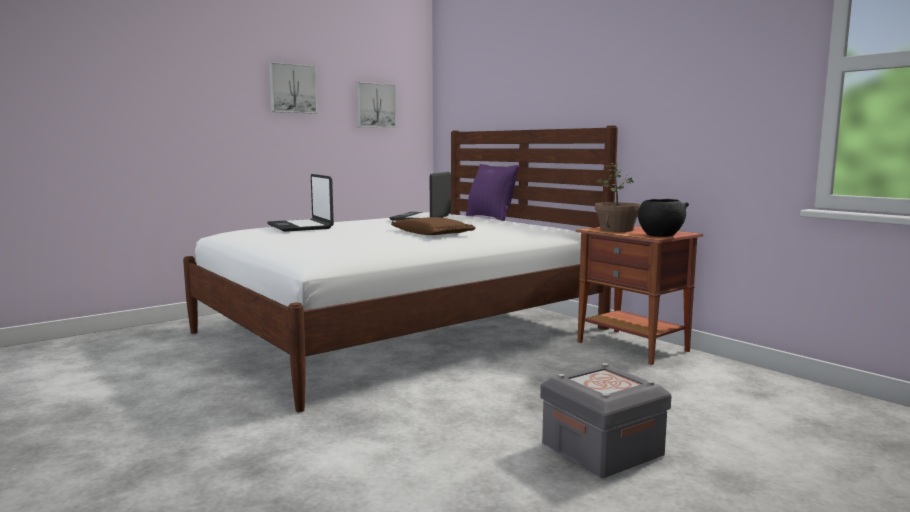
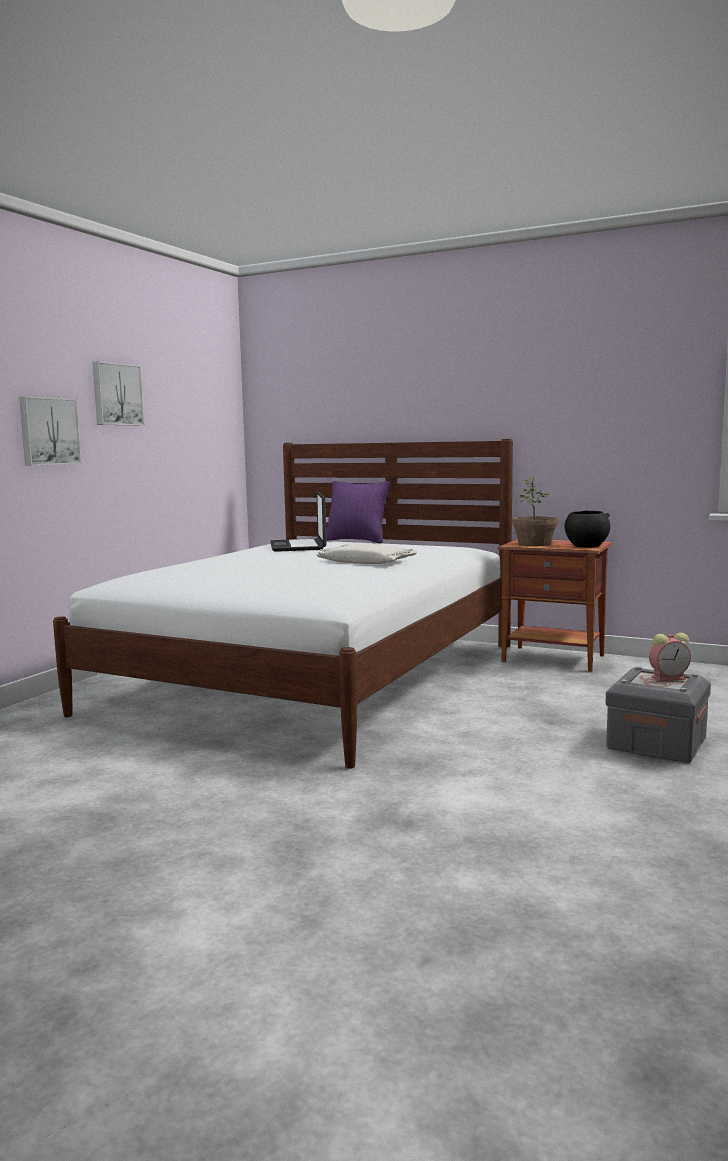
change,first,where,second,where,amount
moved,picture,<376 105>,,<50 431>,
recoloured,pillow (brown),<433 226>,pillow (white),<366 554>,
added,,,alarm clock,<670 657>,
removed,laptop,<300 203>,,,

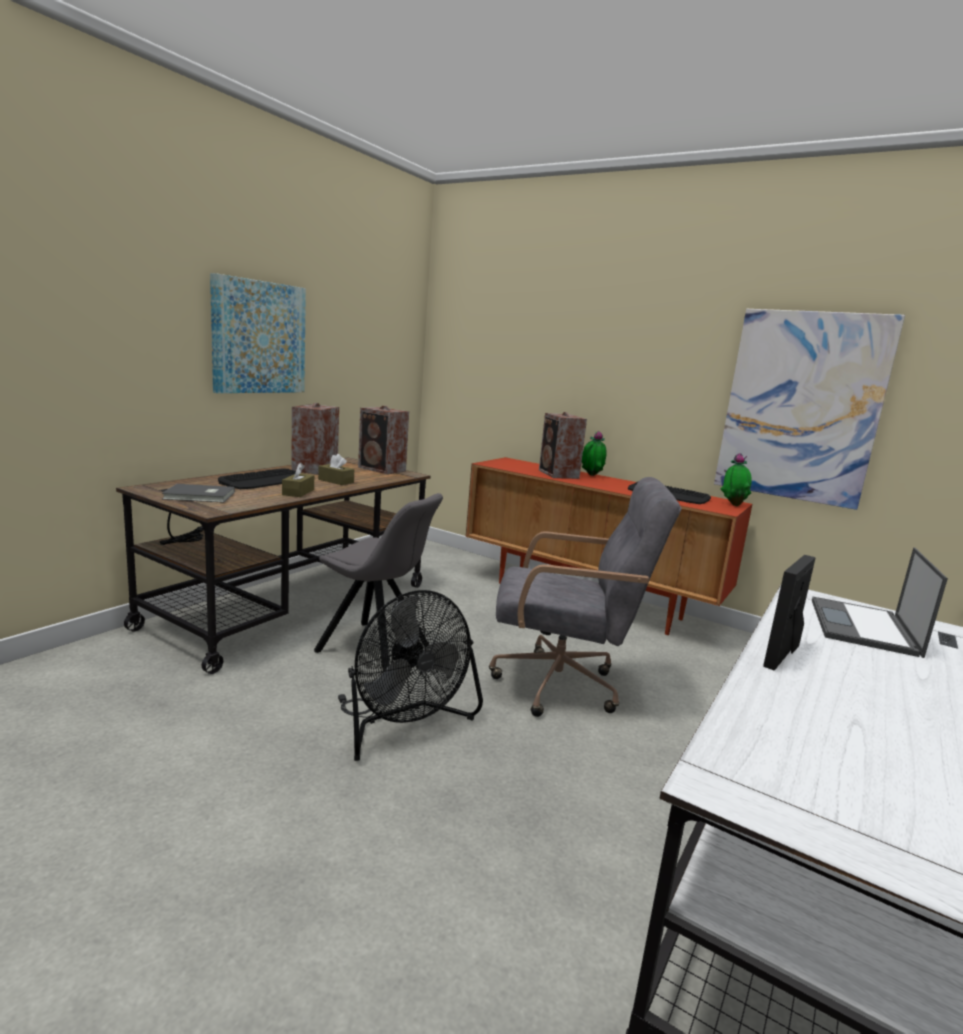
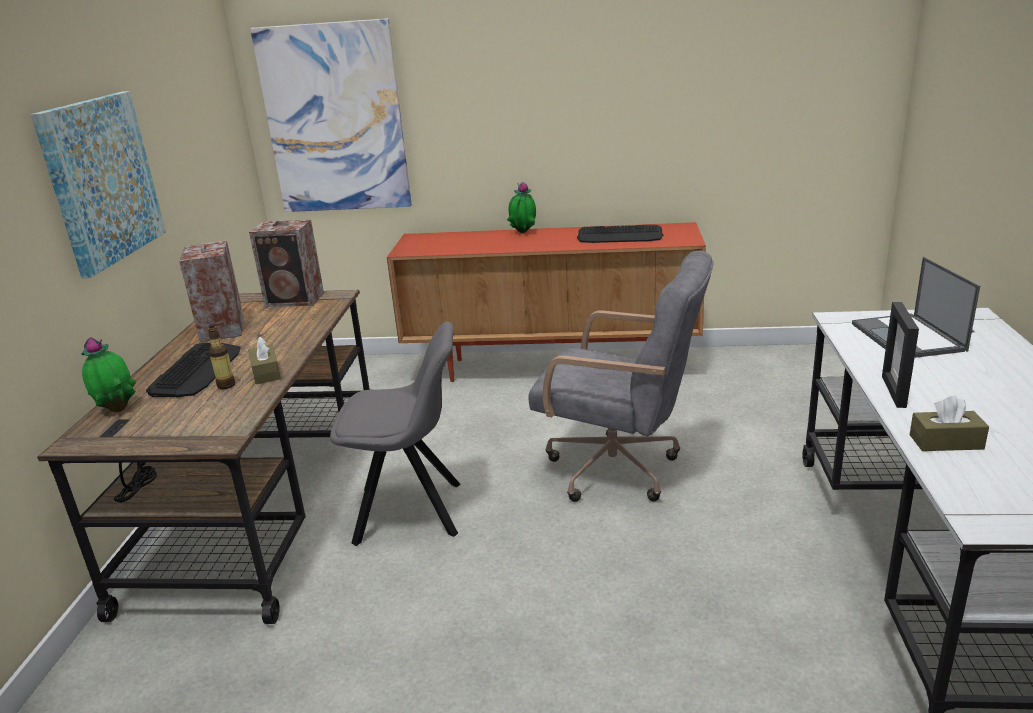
change,first,where,second,where,amount
moved,potted plant,<736 479>,,<109 374>,
added,,,bottle,<221 357>,
moved,picture,<809 409>,,<331 115>,
turned,office chair (grey),<585 597>,,<621 376>,45 degrees clockwise
moved,tissue box (brown),<336 469>,,<949 423>,
removed,book (grey),<198 493>,,,
removed,fan (black),<410 675>,,,
removed,speaker,<563 445>,,,

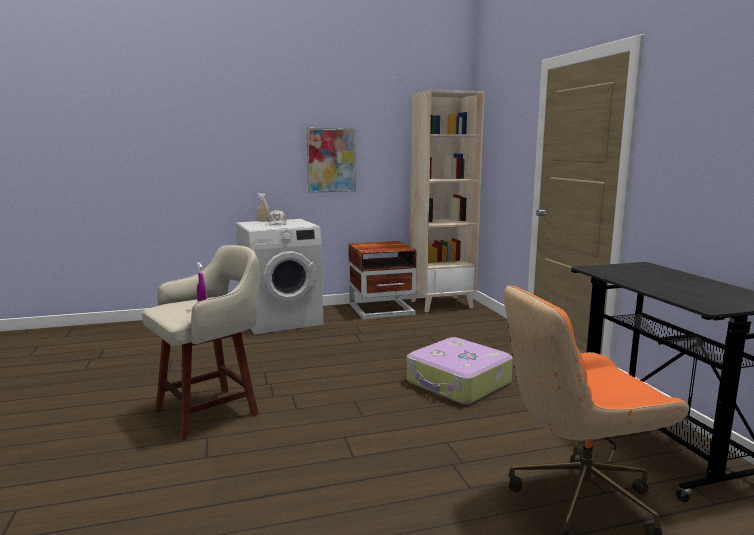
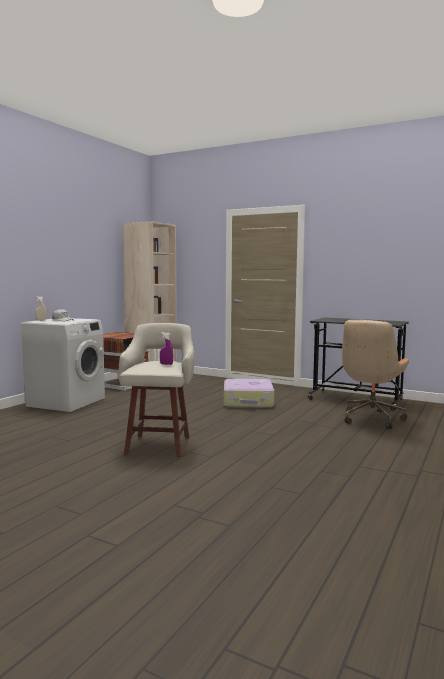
change,first,where,second,where,amount
removed,picture,<331 160>,,,

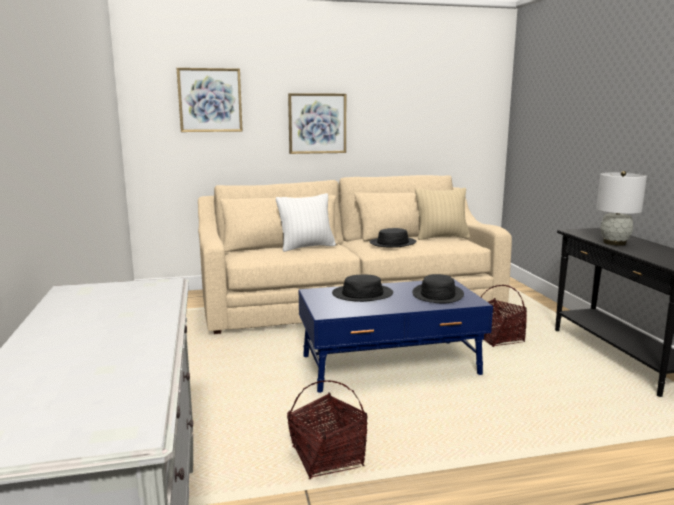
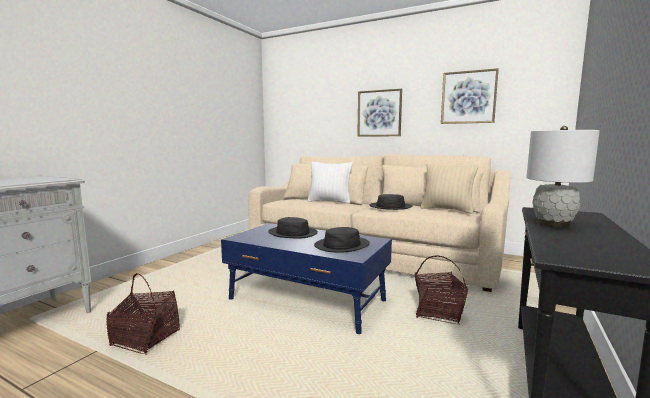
change,first,where,second,where,amount
moved,picture,<210 100>,,<470 96>,

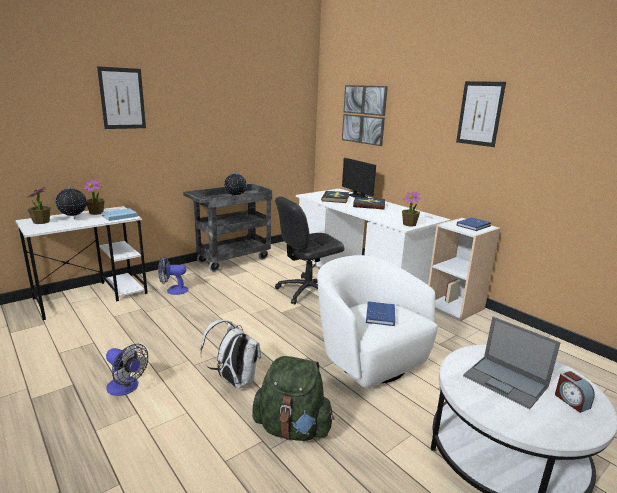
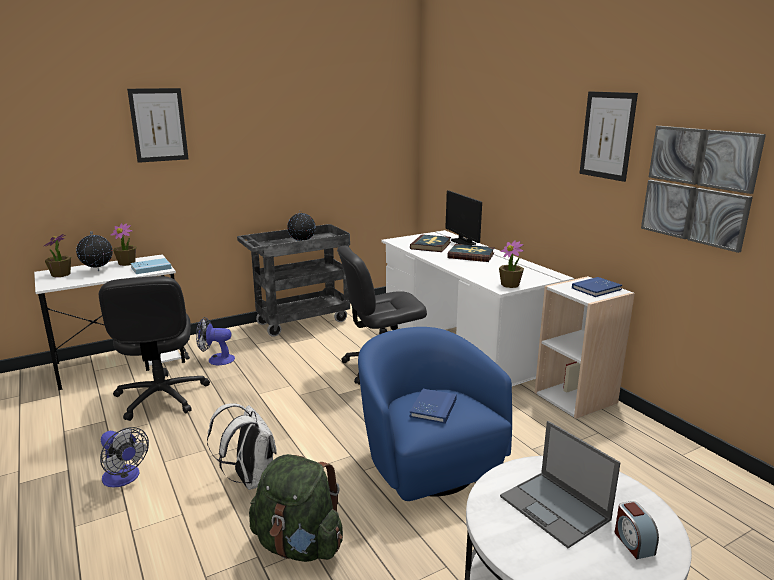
change,first,where,second,where,amount
added,,,office chair (black),<154 348>,
recoloured,armchair (white),<377 321>,armchair (blue),<435 414>,
moved,picture,<365 115>,,<703 189>,

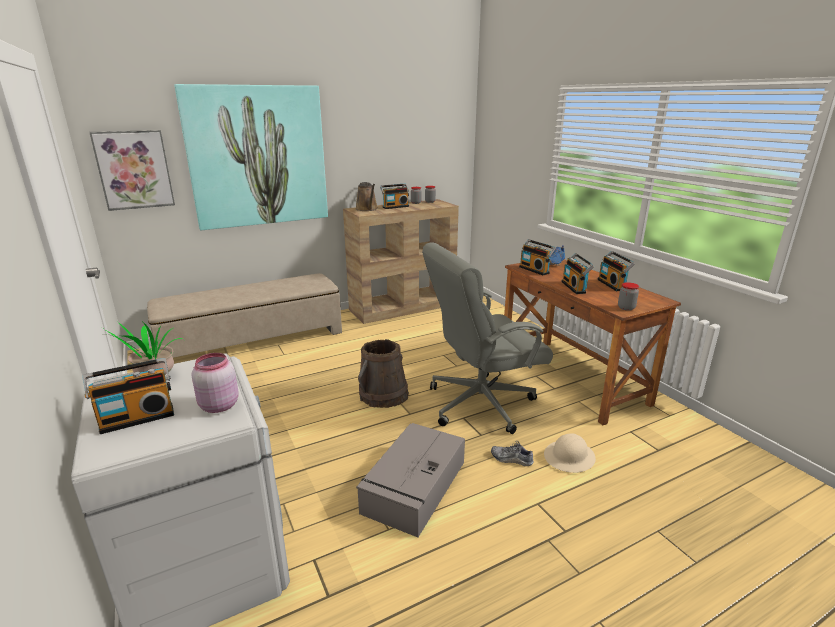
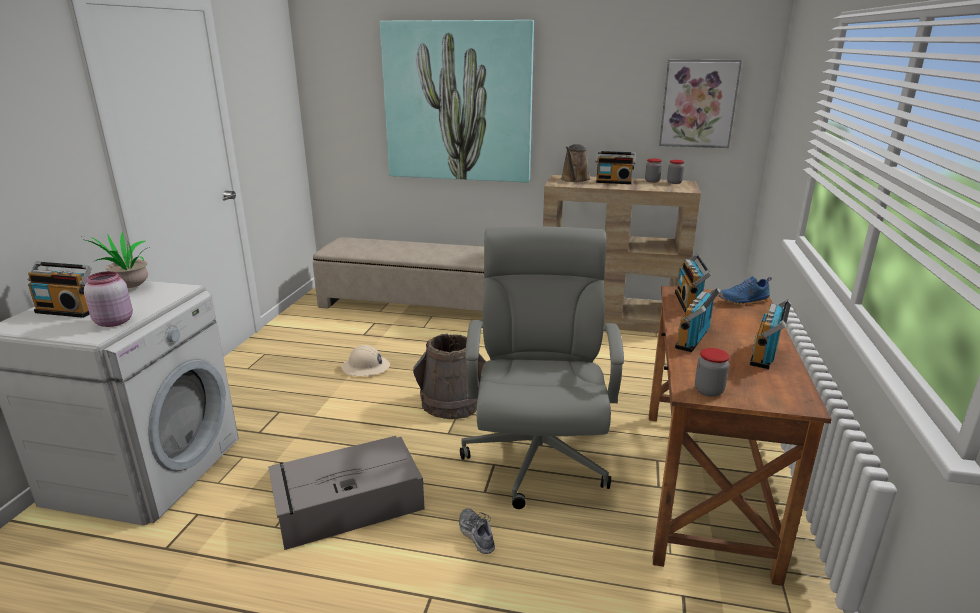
change,first,where,second,where,amount
moved,hard hat (beige),<570 453>,,<365 360>,
turned,office chair (grey),<487 338>,,<542 367>,75 degrees clockwise
moved,picture,<132 170>,,<700 103>,

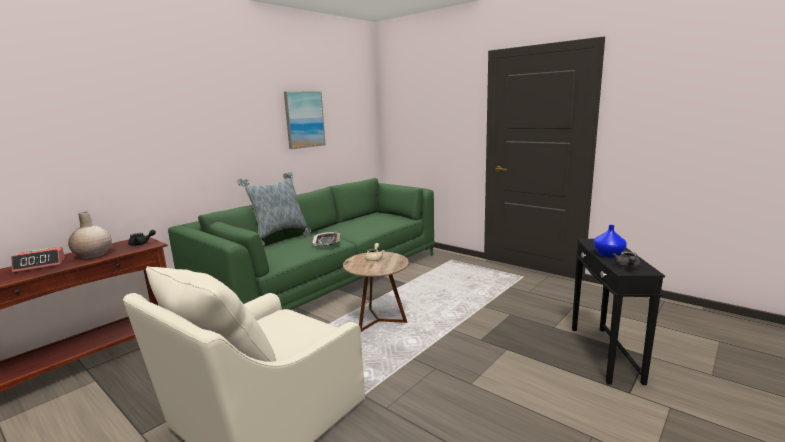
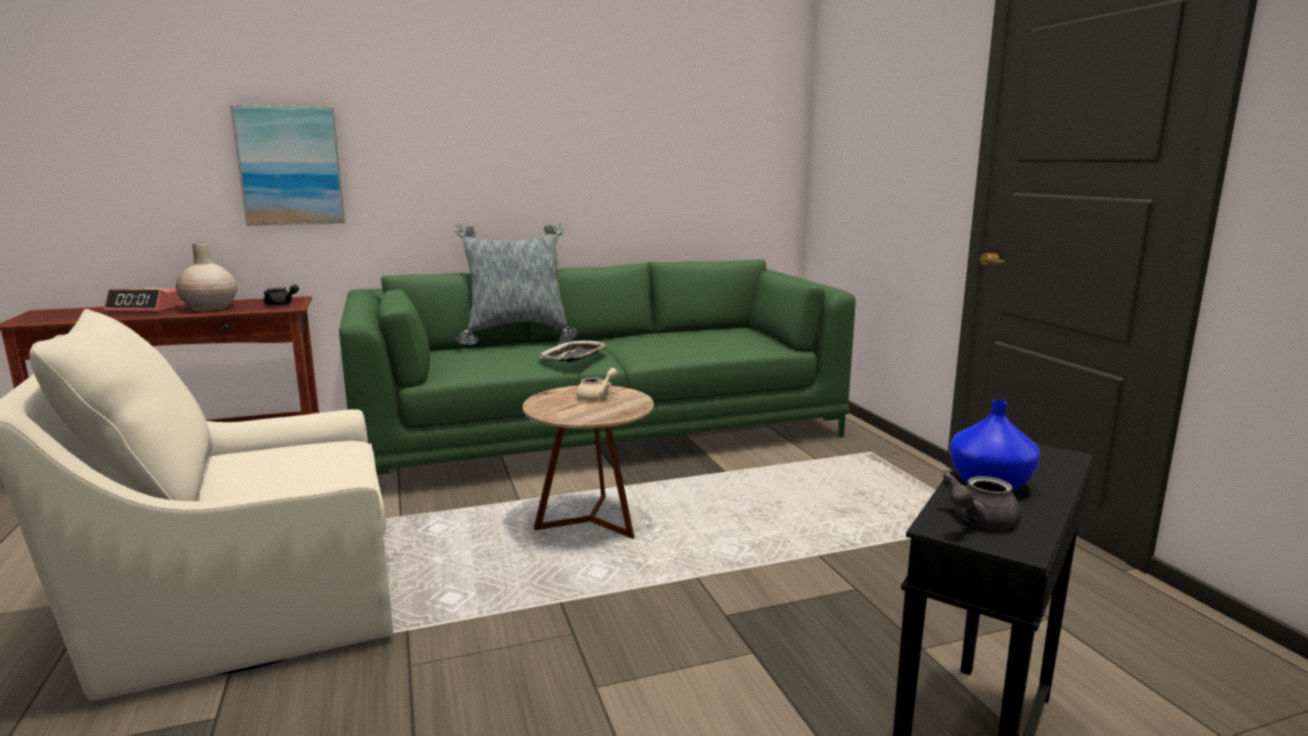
change,first,where,second,where,amount
moved,picture,<305 120>,,<287 165>,

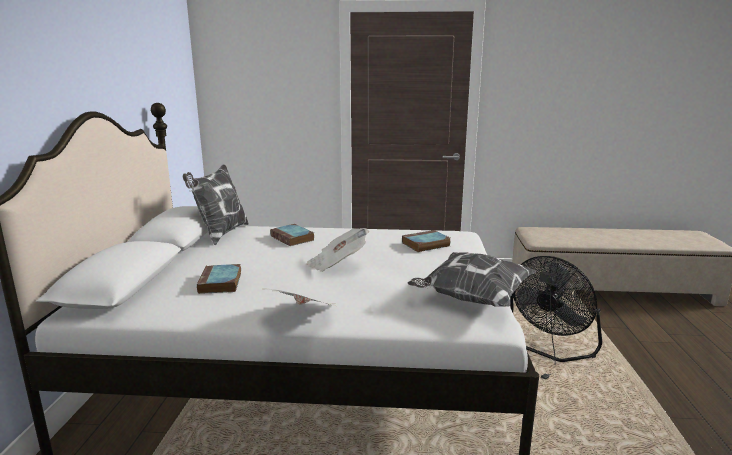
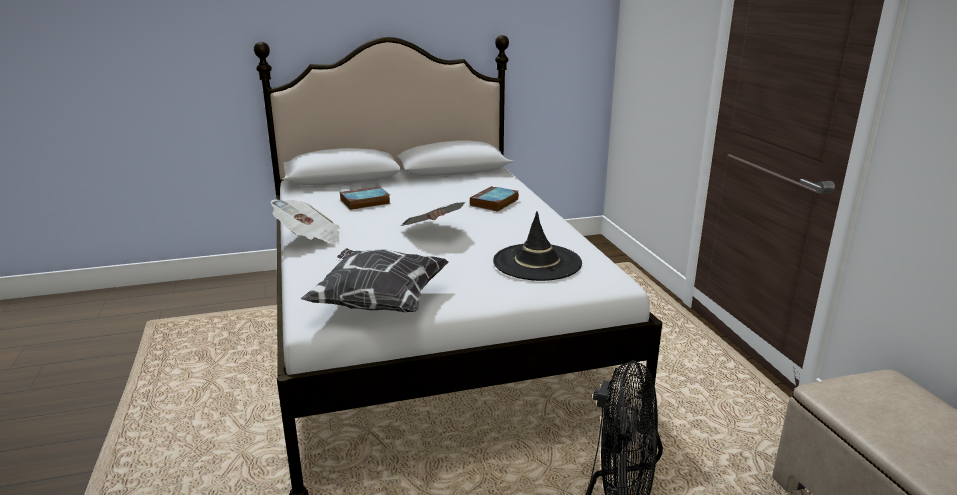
change,first,where,second,where,amount
replaced,book,<426 241>,hat (black),<537 246>,
removed,pillow,<215 204>,,,

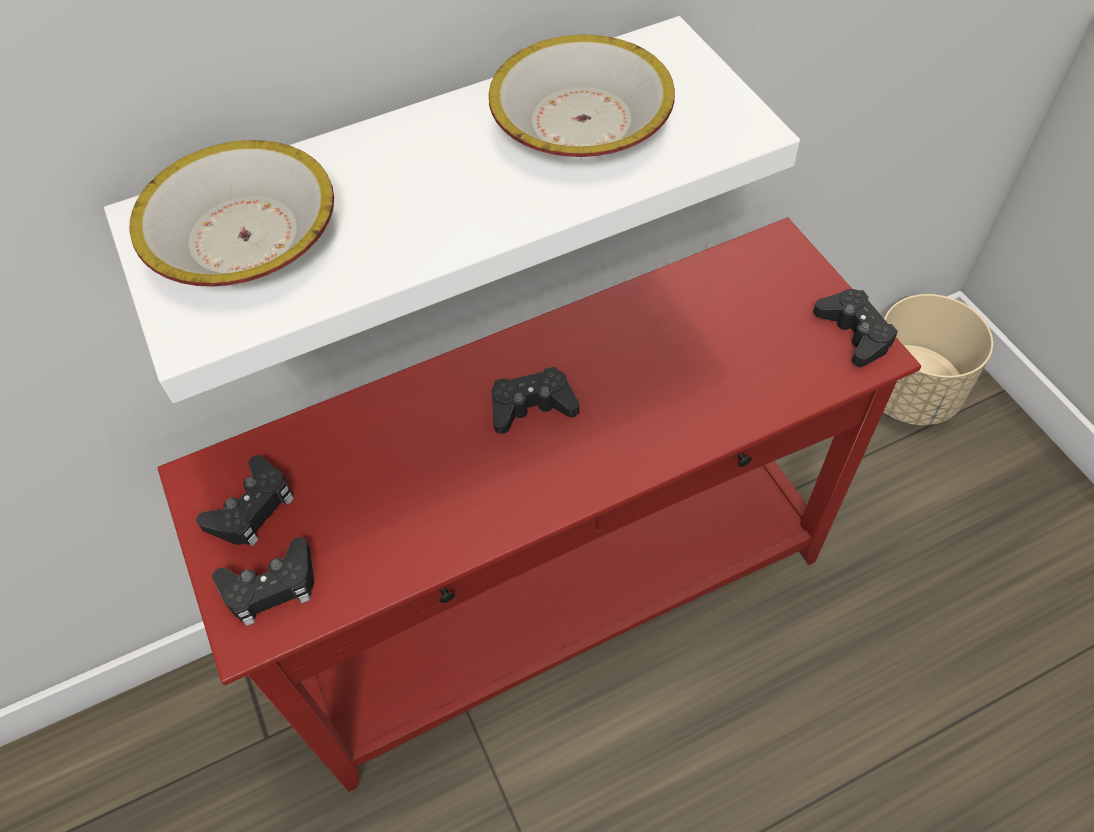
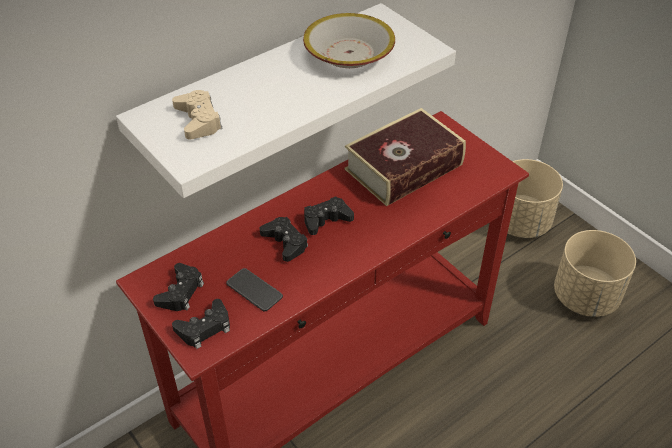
change,first,where,second,where,amount
replaced,bowl,<232 213>,game controller (beige),<197 114>,
added,,,phone,<254 289>,
moved,game controller (black),<855 328>,,<283 239>,
added,,,book,<405 157>,
added,,,planter (beige),<595 273>,

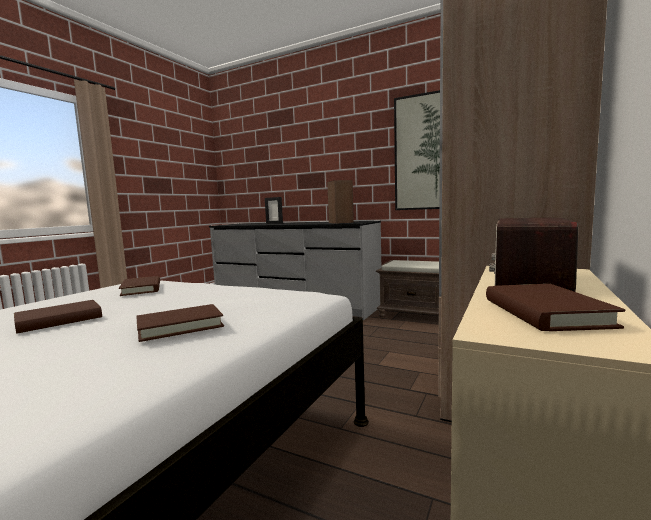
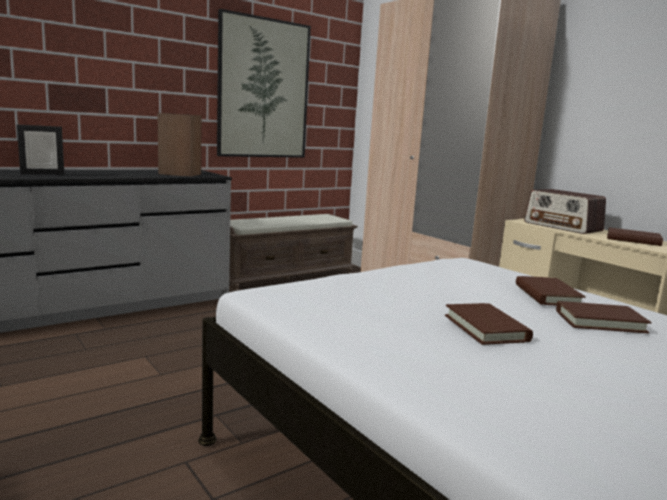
change,first,where,second,where,amount
moved,book (brown),<139 286>,,<603 317>,

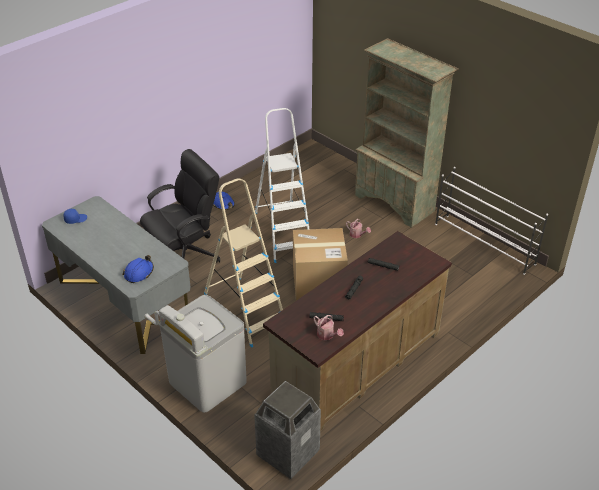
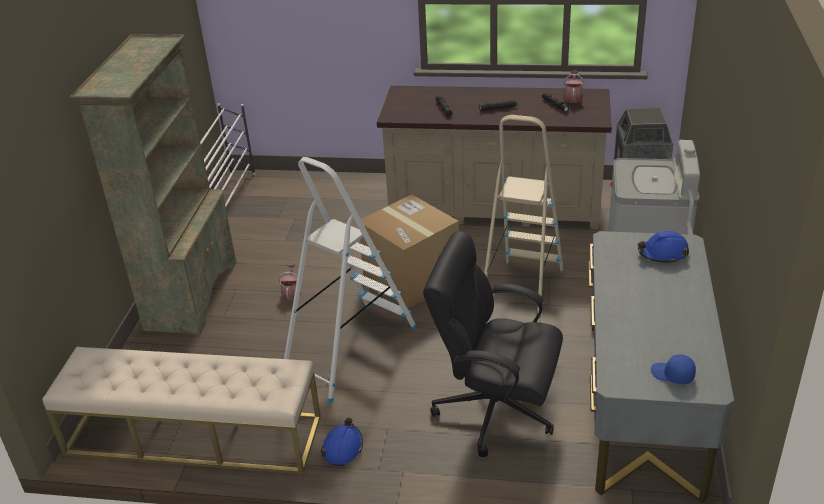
change,first,where,second,where,amount
added,,,bench (beige),<181 410>,

